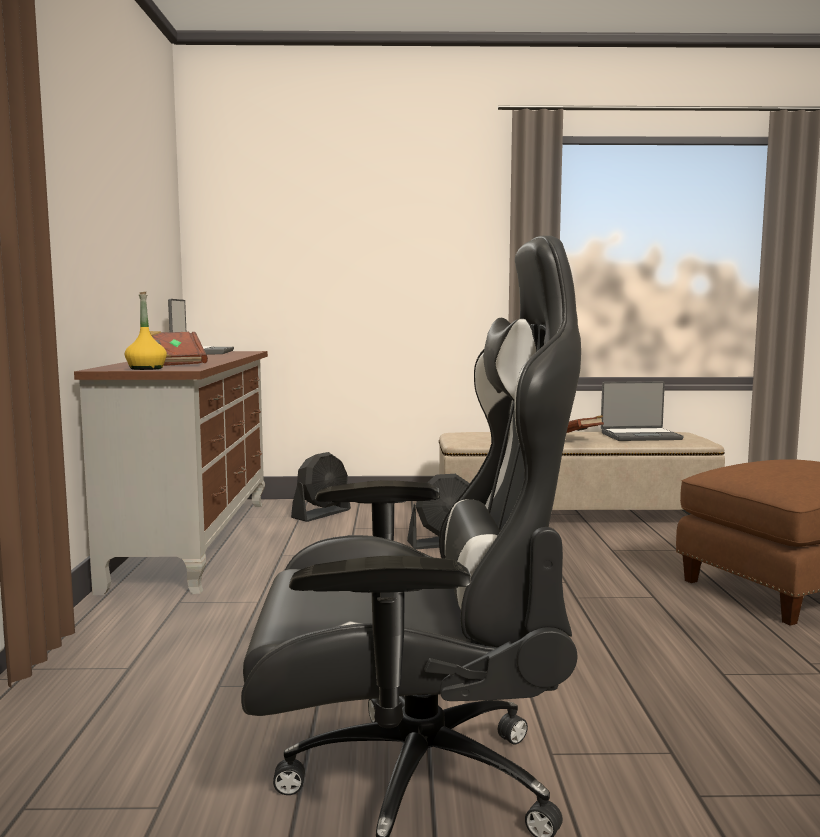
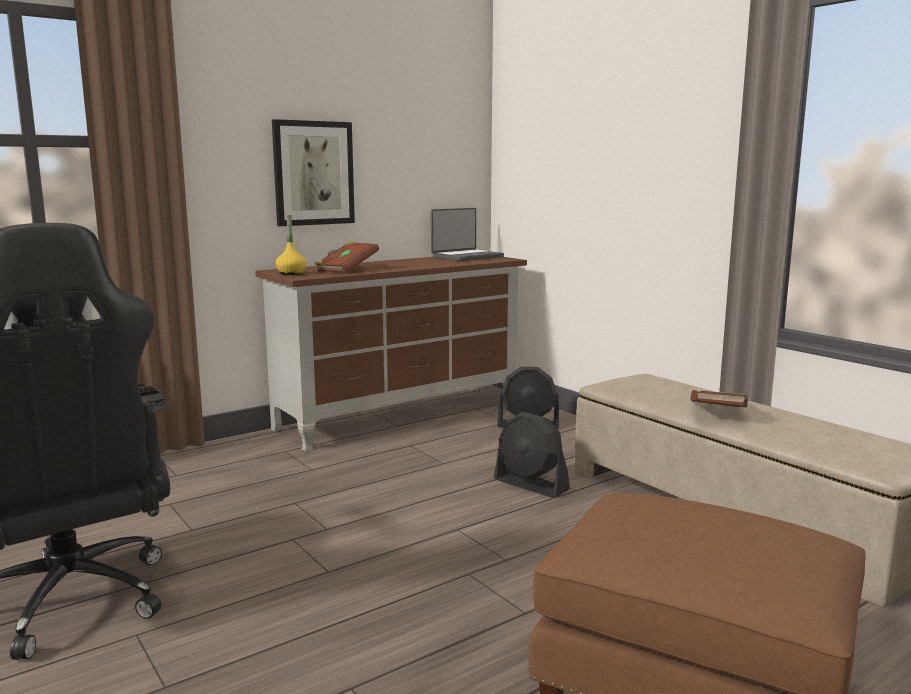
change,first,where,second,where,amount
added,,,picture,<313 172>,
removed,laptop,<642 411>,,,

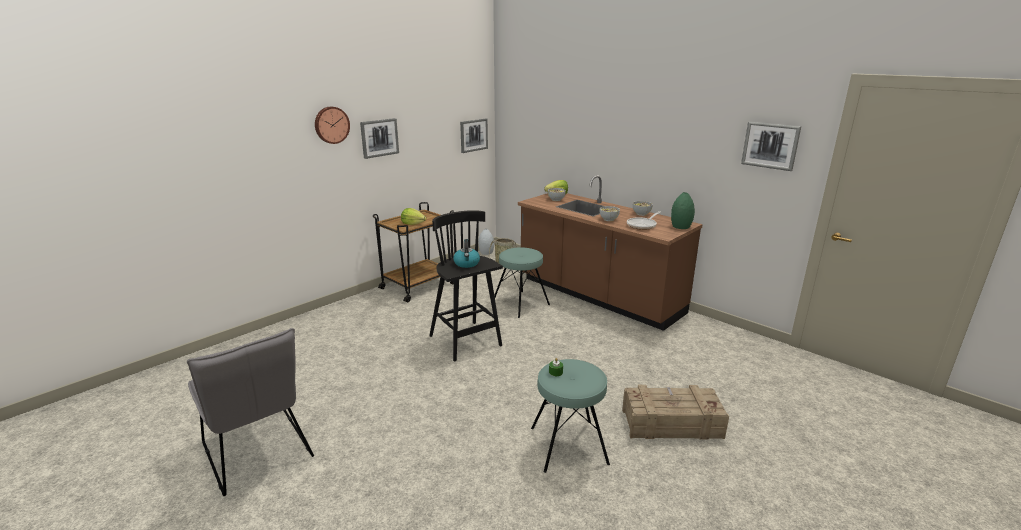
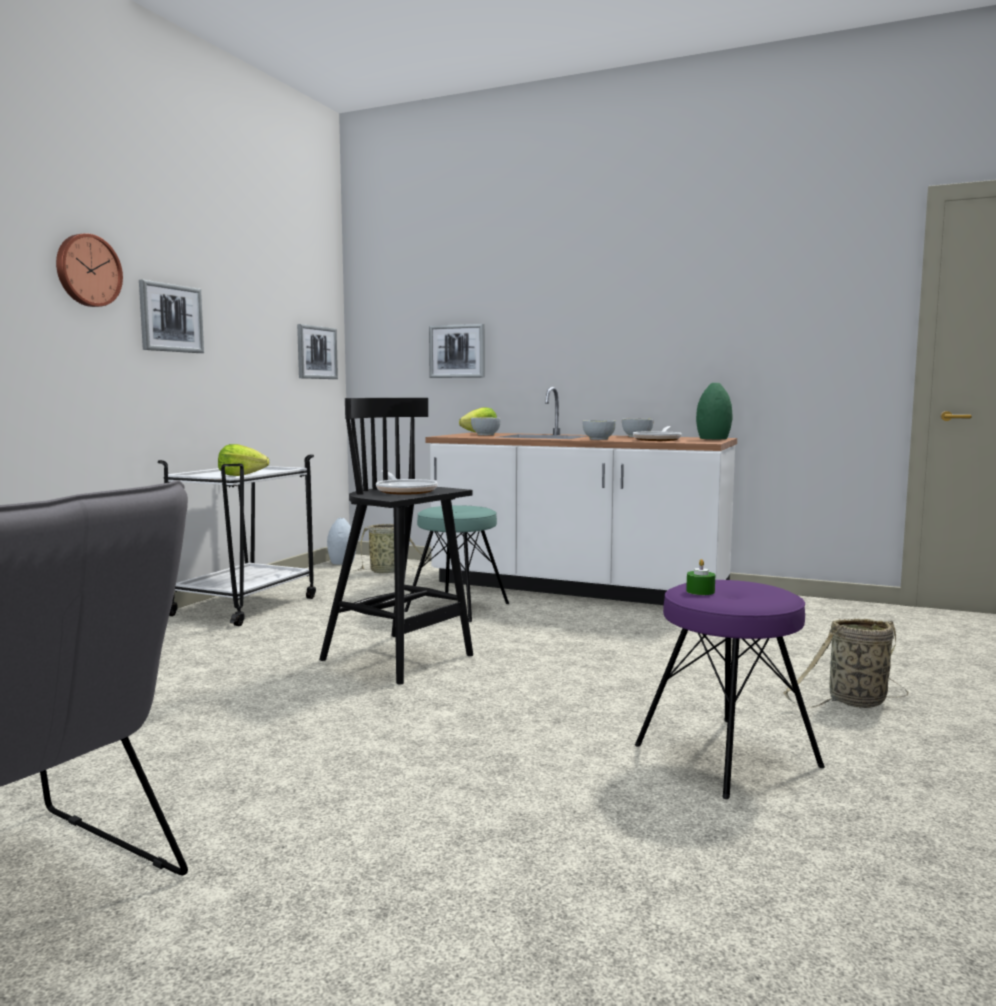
change,first,where,second,where,amount
recoloured,cart (brown),<413 252>,cart (white),<237 540>,
replaced,kettle,<466 253>,frying pan,<407 482>,
recoloured,counter (brown),<610 253>,counter (white),<581 496>,
moved,picture,<771 146>,,<457 351>,
recoloured,stool (turquoise),<570 416>,stool (purple),<730 689>,
replaced,crate,<675 412>,basket,<846 663>,

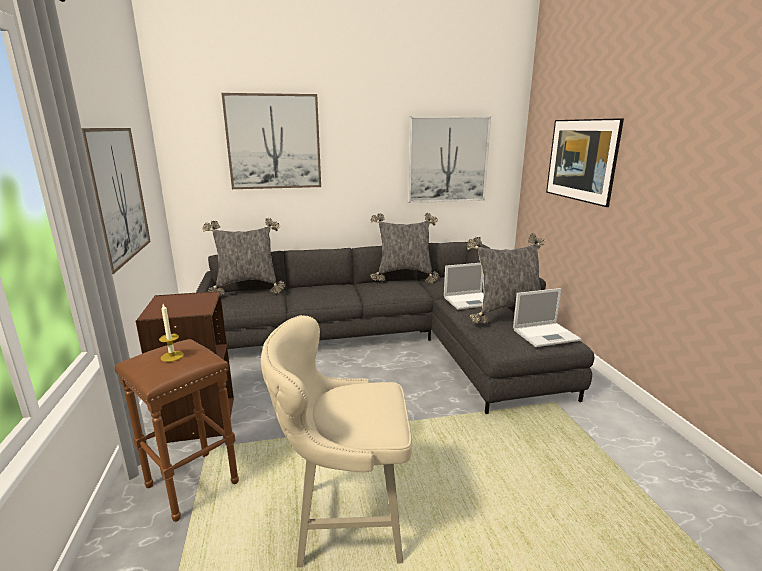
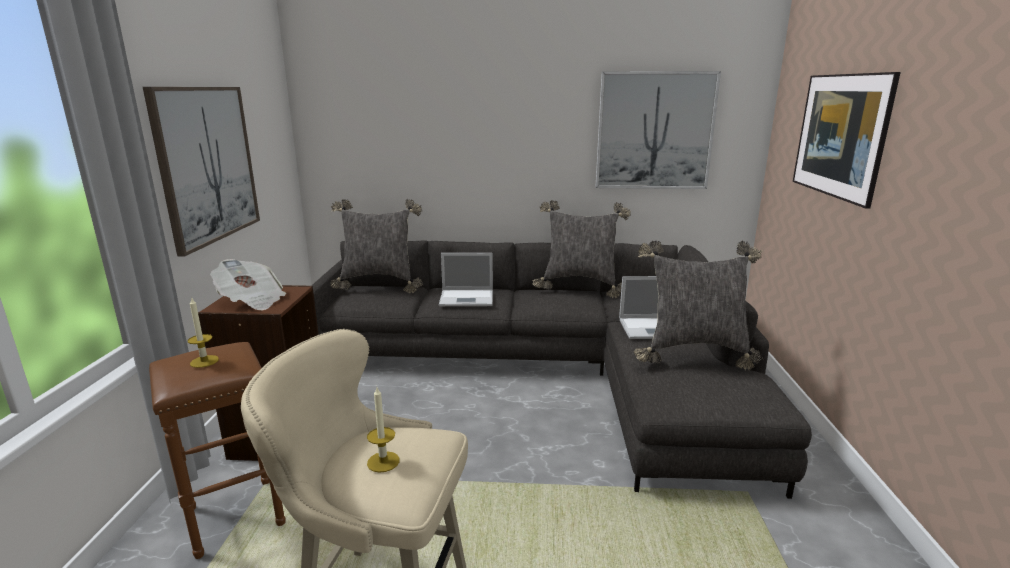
change,first,where,second,where,amount
added,,,newspaper,<248 284>,
added,,,candle,<383 430>,
moved,laptop,<547 317>,,<466 279>,
removed,picture,<271 141>,,,

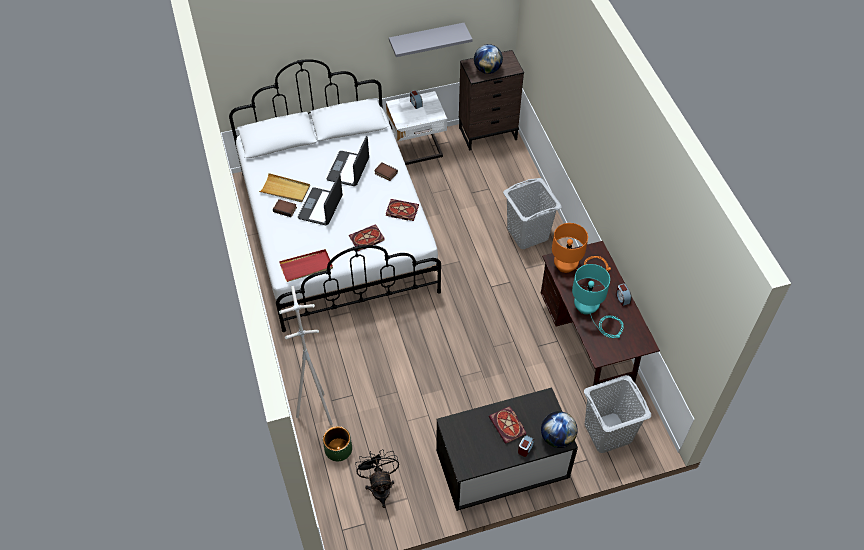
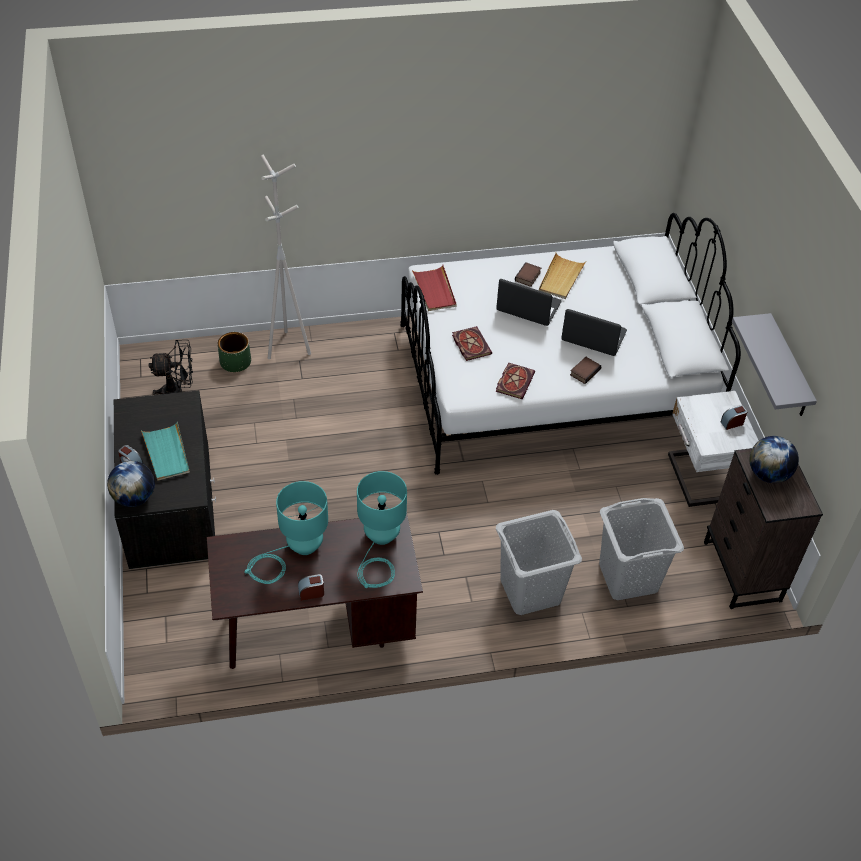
change,first,where,second,where,amount
replaced,book,<507 425>,tray (turquoise),<165 451>,
recoloured,table lamp (orange),<581 248>,table lamp (turquoise),<382 530>,
moved,laundry basket (grey),<617 414>,,<641 549>,

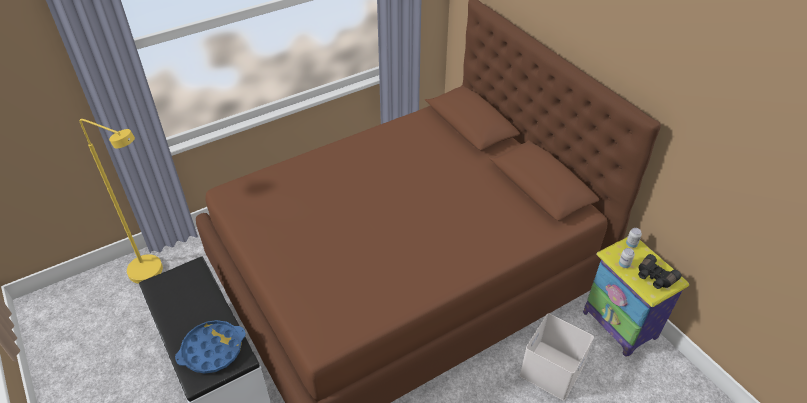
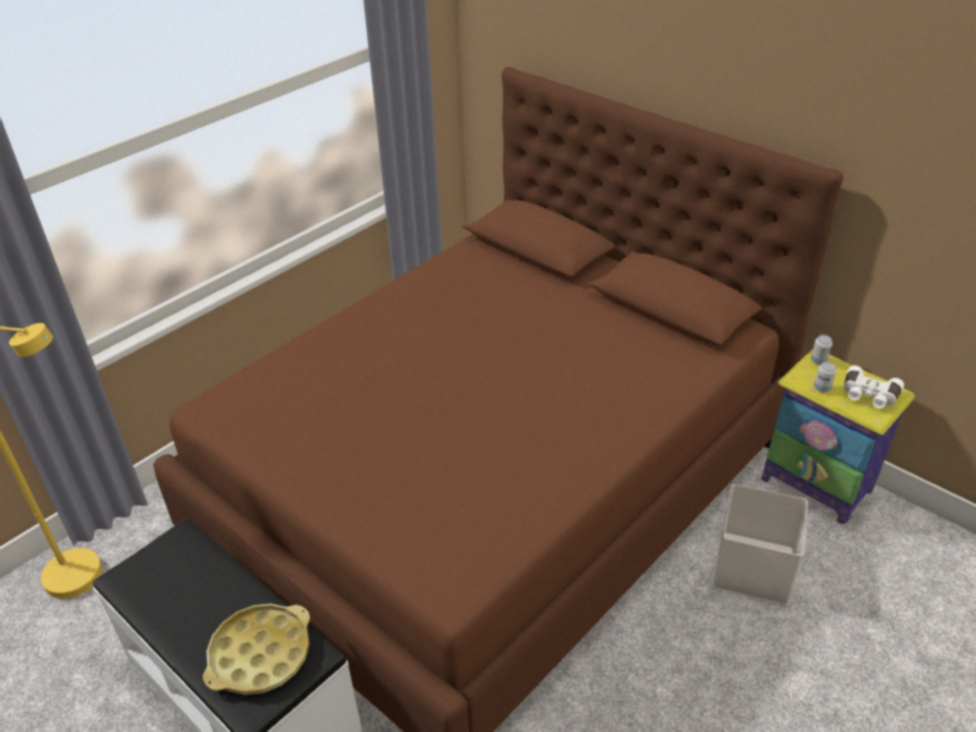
change,first,where,second,where,amount
recoloured,tray (blue),<210 347>,tray (yellow),<256 649>,
recoloured,binoculars (black),<659 271>,binoculars (white),<874 387>,

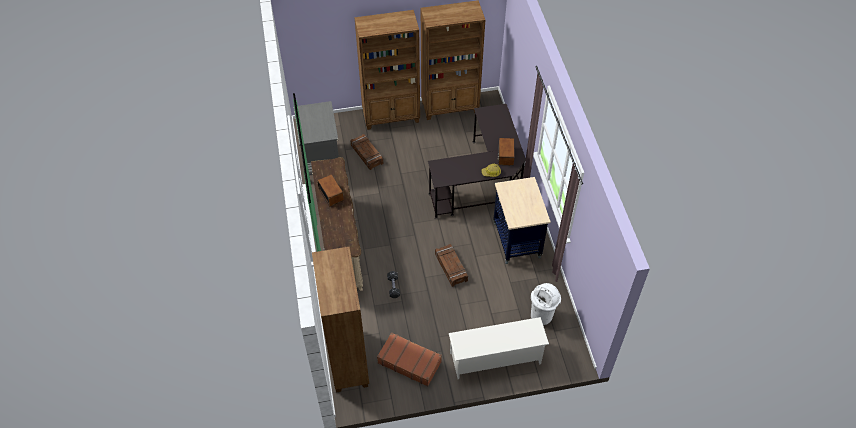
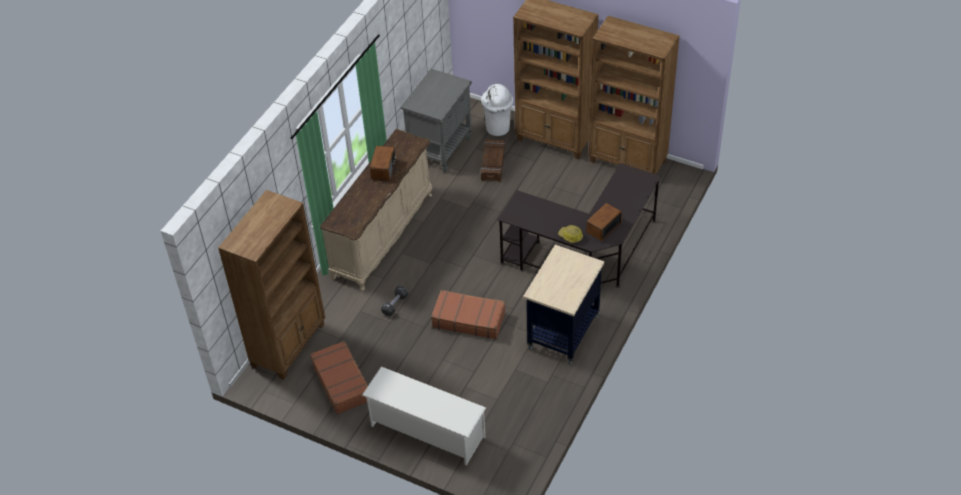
change,first,where,second,where,amount
replaced,crate,<451 265>,suitcase (brown),<468 315>,
moved,trash can (white),<546 304>,,<497 110>,

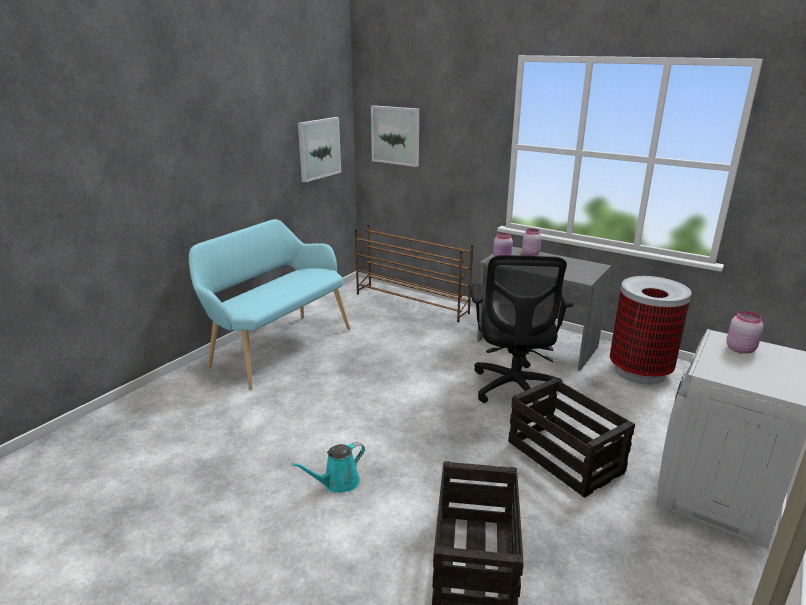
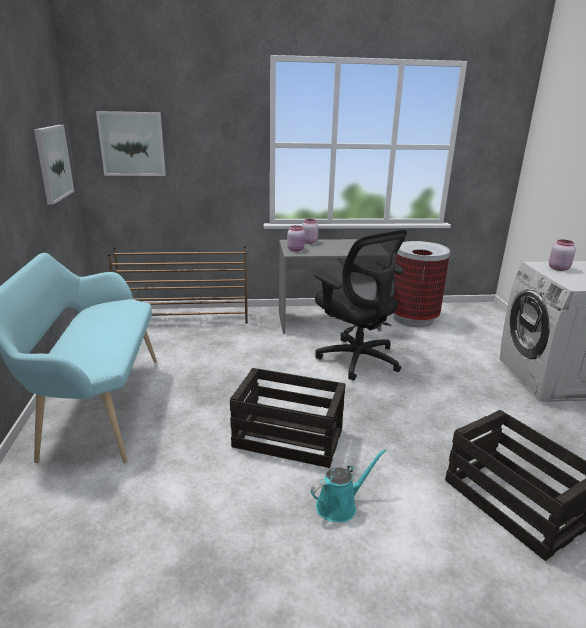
change,first,where,second,where,amount
moved,crate,<571 438>,,<288 418>,
turned,watering can (turquoise),<328 467>,,<348 485>,135 degrees counterclockwise

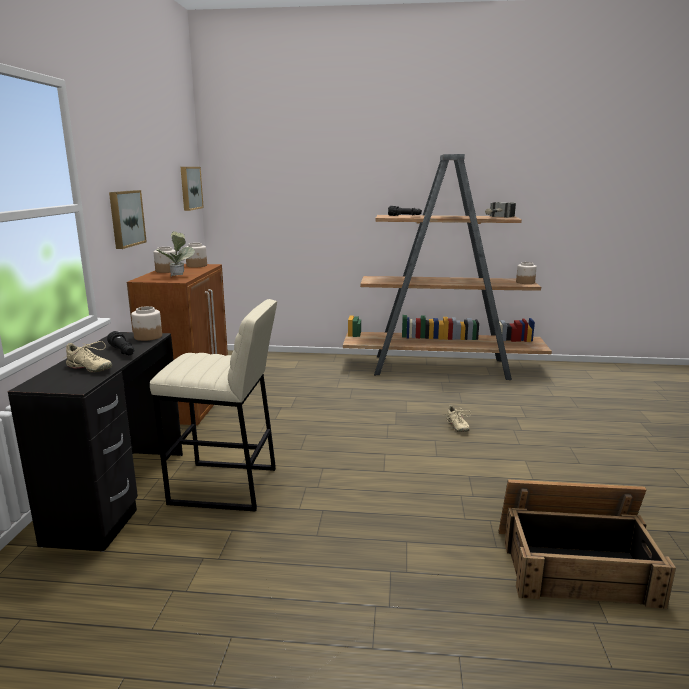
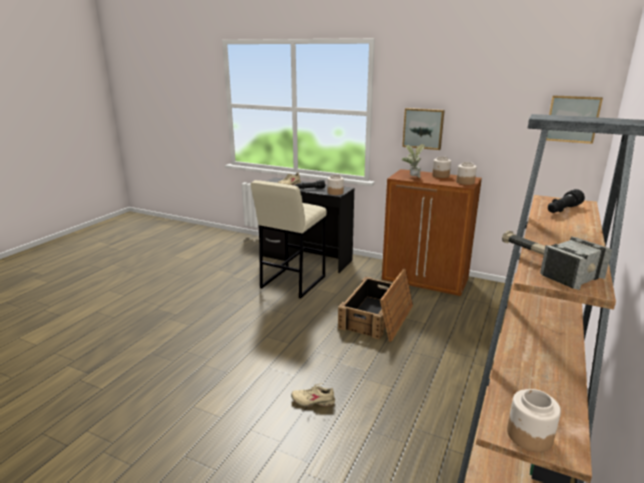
change,first,where,second,where,amount
moved,crate,<587 544>,,<375 305>,

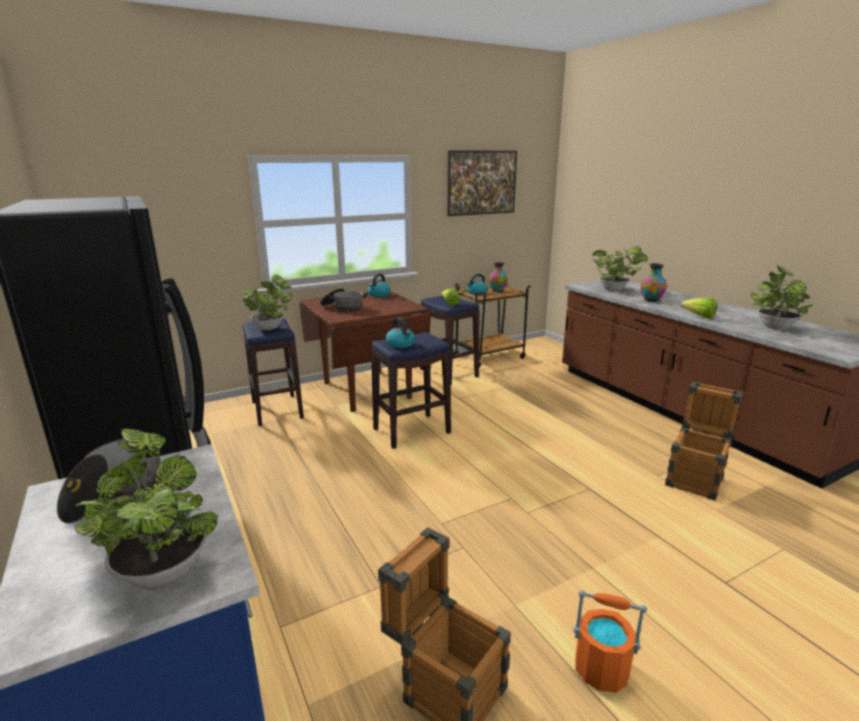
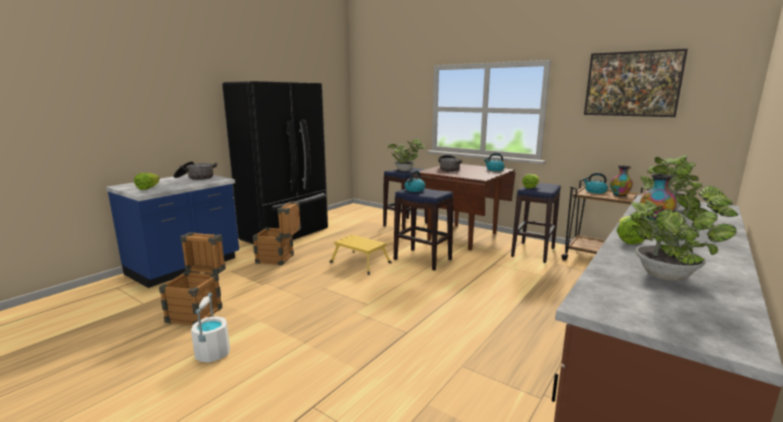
change,first,where,second,where,amount
replaced,potted plant,<146 509>,lettuce,<147 181>,
recoloured,bucket (orange),<610 641>,bucket (white),<210 327>,
moved,crate,<704 441>,,<277 233>,
added,,,step ladder (yellow),<361 254>,

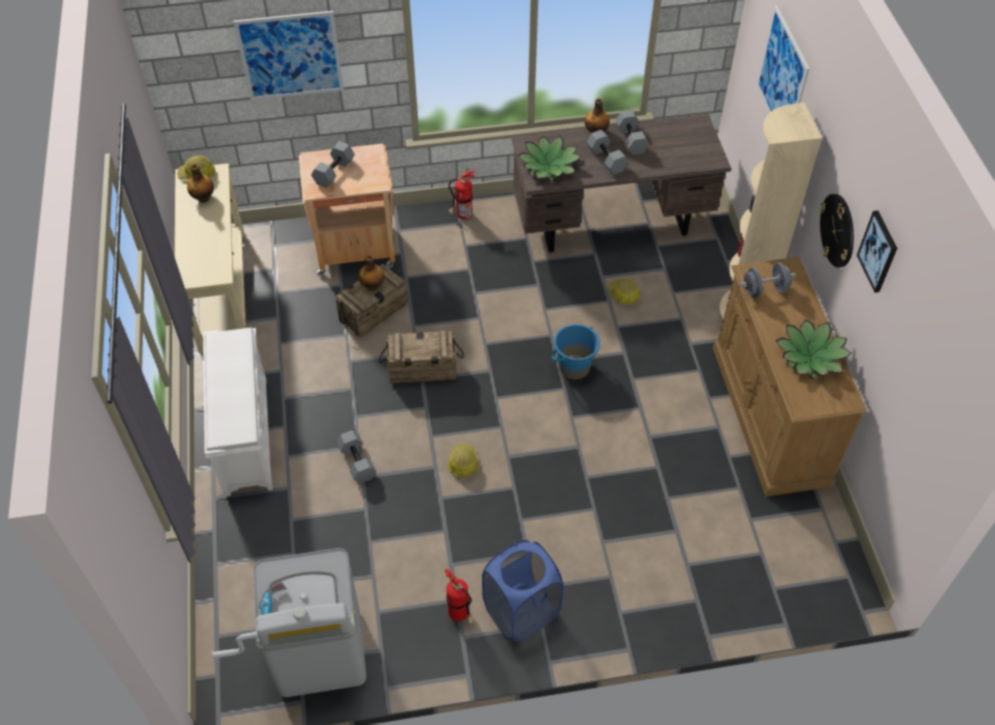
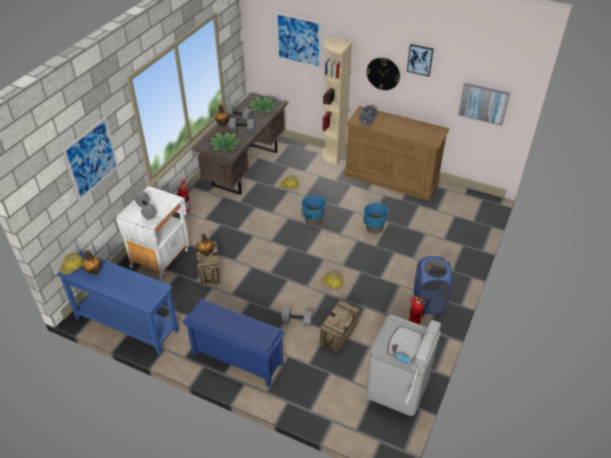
change,first,where,second,where,amount
recoloured,console table (beige),<210 258>,console table (blue),<117 303>,
recoloured,cart (brown),<347 209>,cart (white),<153 233>,
recoloured,shoe rack (white),<238 412>,shoe rack (blue),<234 343>,
moved,potted plant,<813 349>,,<262 105>,
moved,crate,<421 357>,,<340 326>,
added,,,bucket (blue),<376 218>,
added,,,picture,<484 104>,

